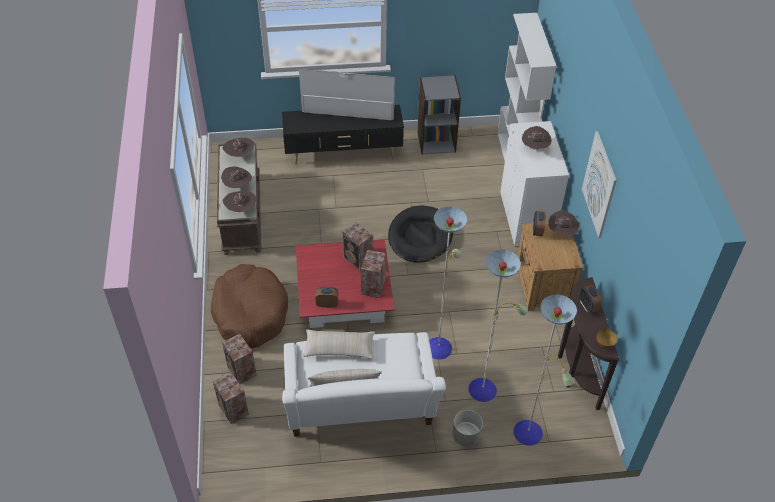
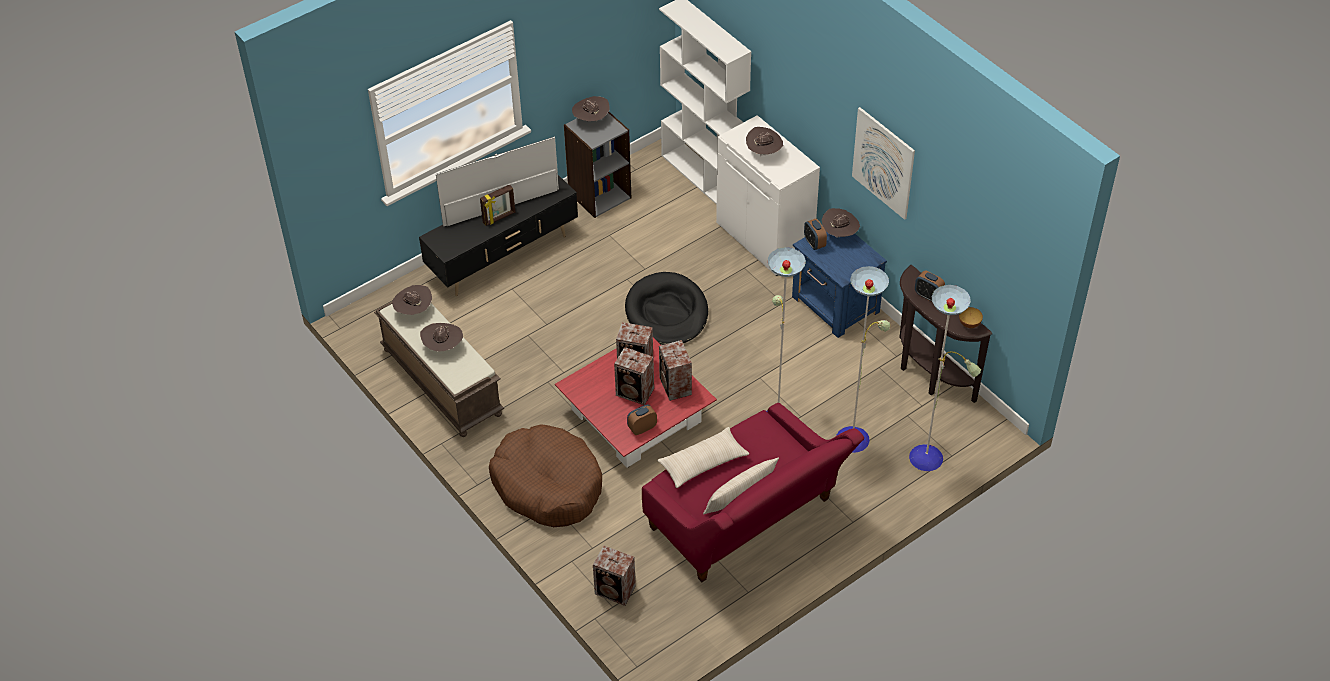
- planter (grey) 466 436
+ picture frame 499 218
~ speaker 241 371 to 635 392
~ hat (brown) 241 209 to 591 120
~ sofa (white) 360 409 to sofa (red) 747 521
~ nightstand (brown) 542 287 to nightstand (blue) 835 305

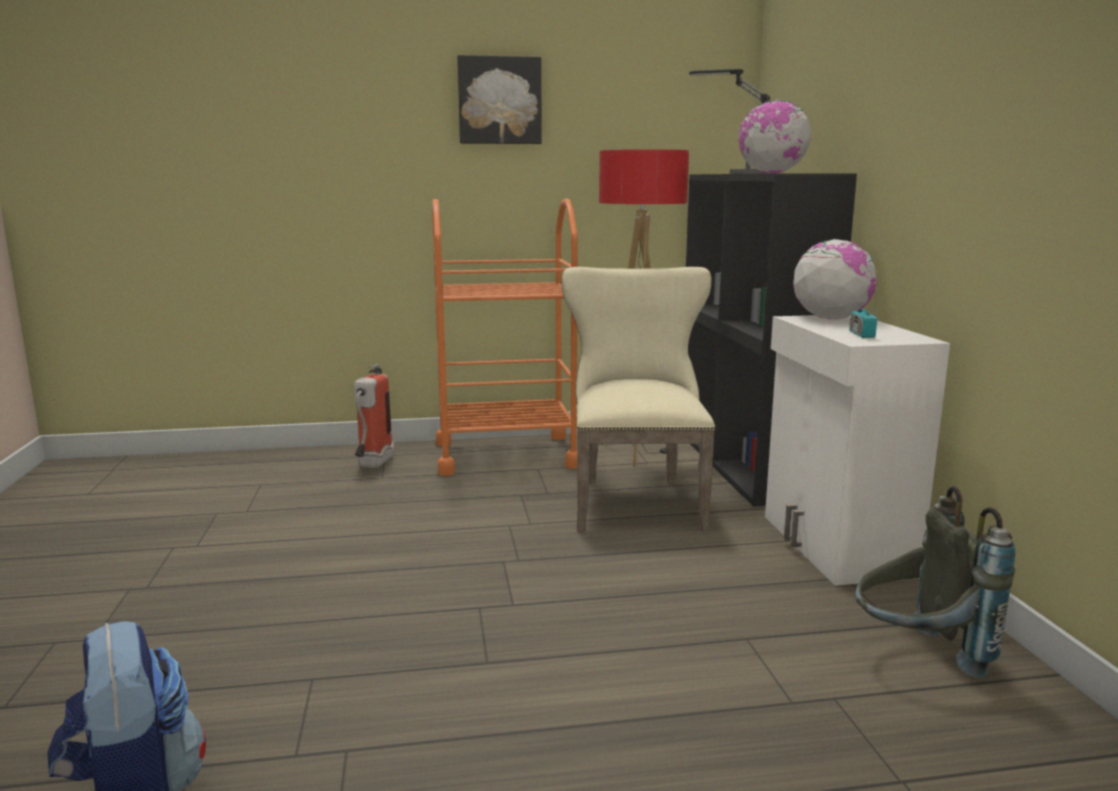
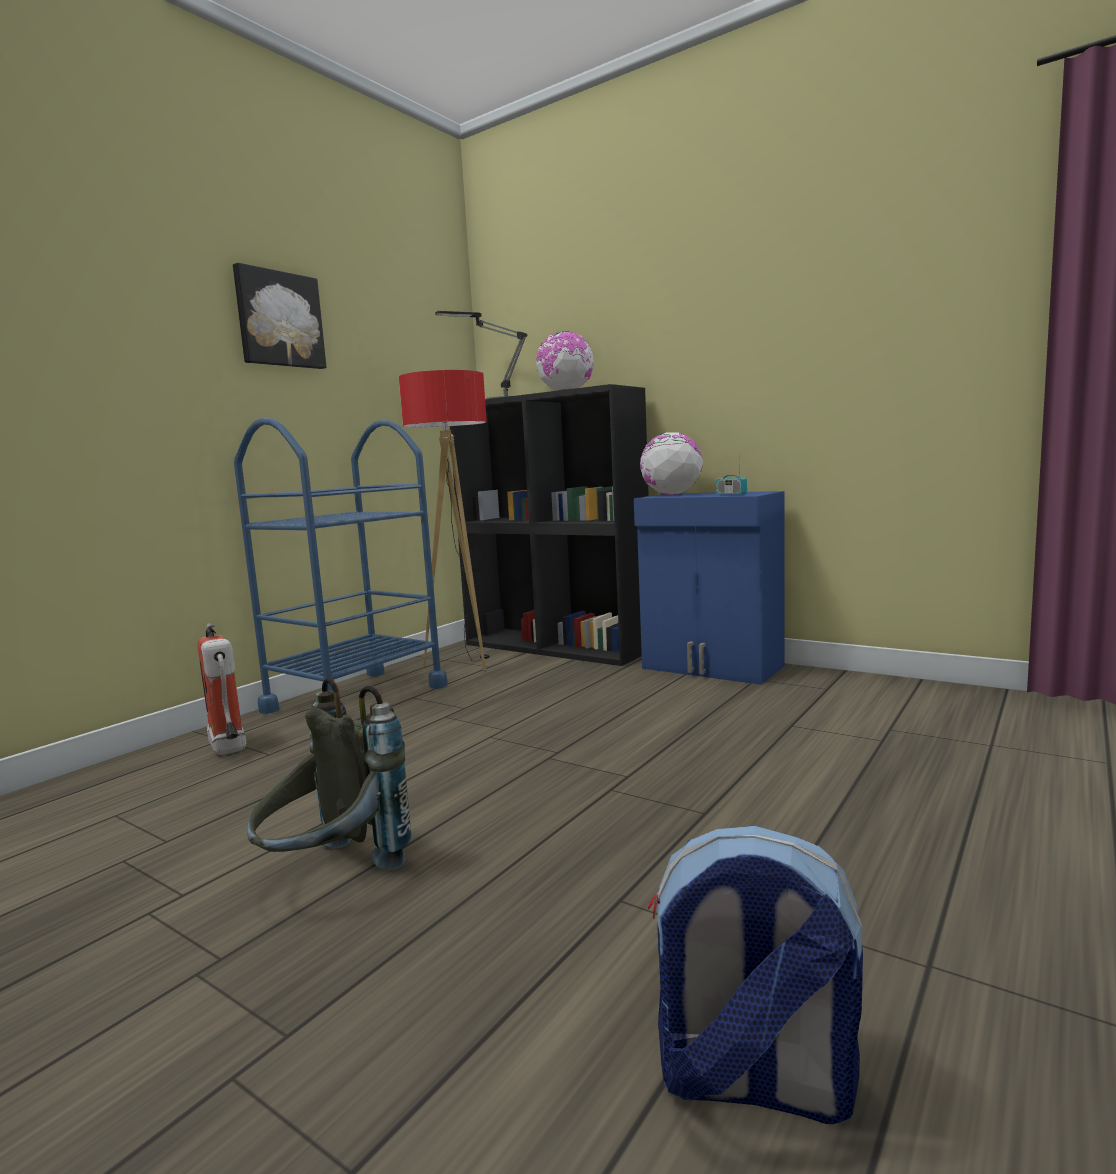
- chair (beige) 635 499
~ backpack (grey) 917 656 to 333 875
~ cart (orange) 506 454 to cart (blue) 356 698
~ cabinet (white) 834 545 to cabinet (blue) 712 668

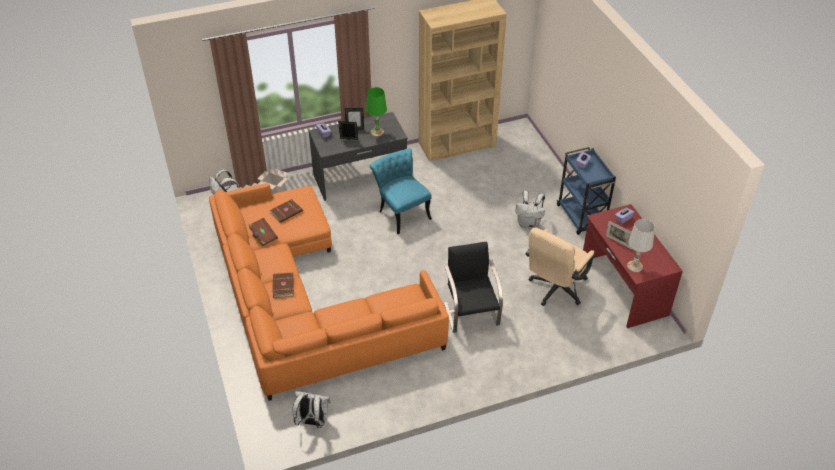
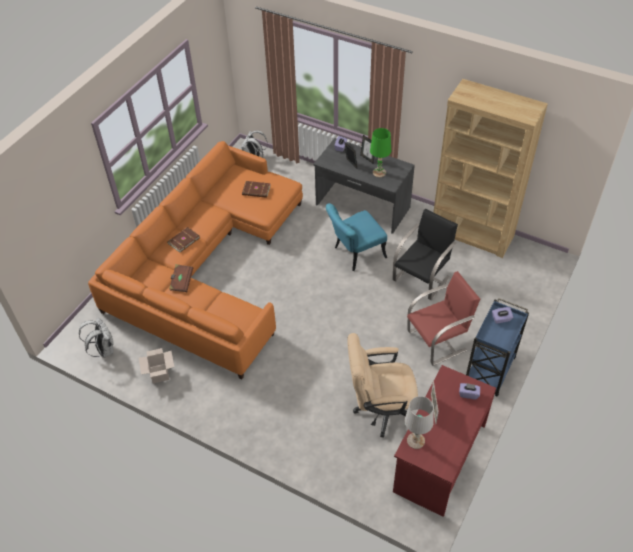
~ book (brown) 263 236 to 181 282
~ cardboard box 275 191 to 160 374
~ chair (black) 471 313 to 422 278
~ backpack (white) 529 223 to chair (red) 438 340
~ chair (turquoise) 401 212 = 355 254 135 degrees counterclockwise

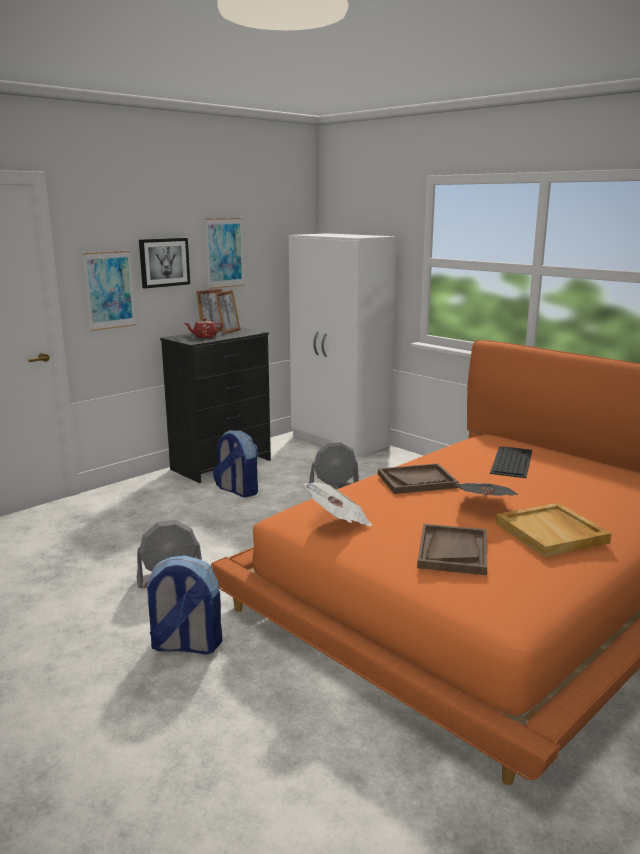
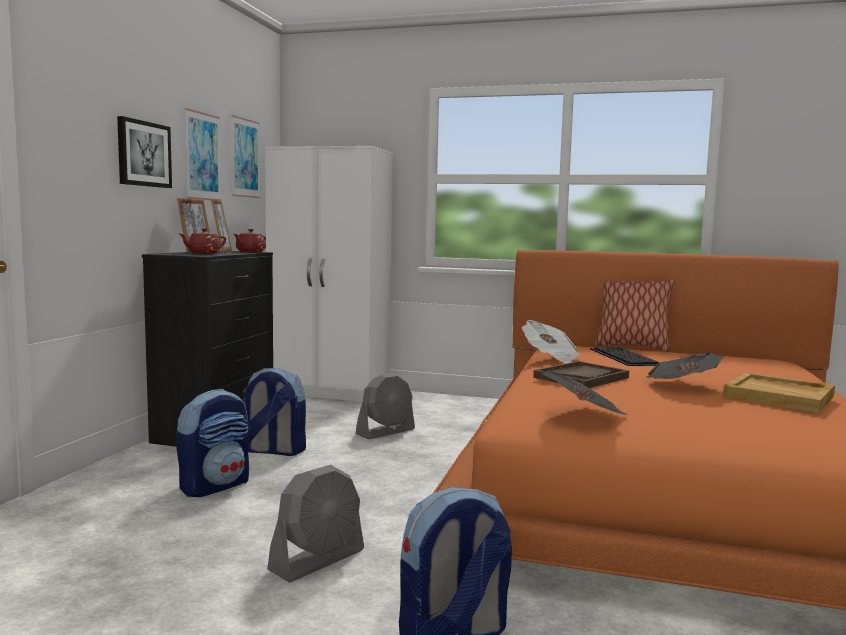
- tray (brown) 452 551
+ backpack 215 486
+ teapot (red) 250 252
+ newspaper 550 357
+ pillow 632 347
~ picture 109 290 to 245 158

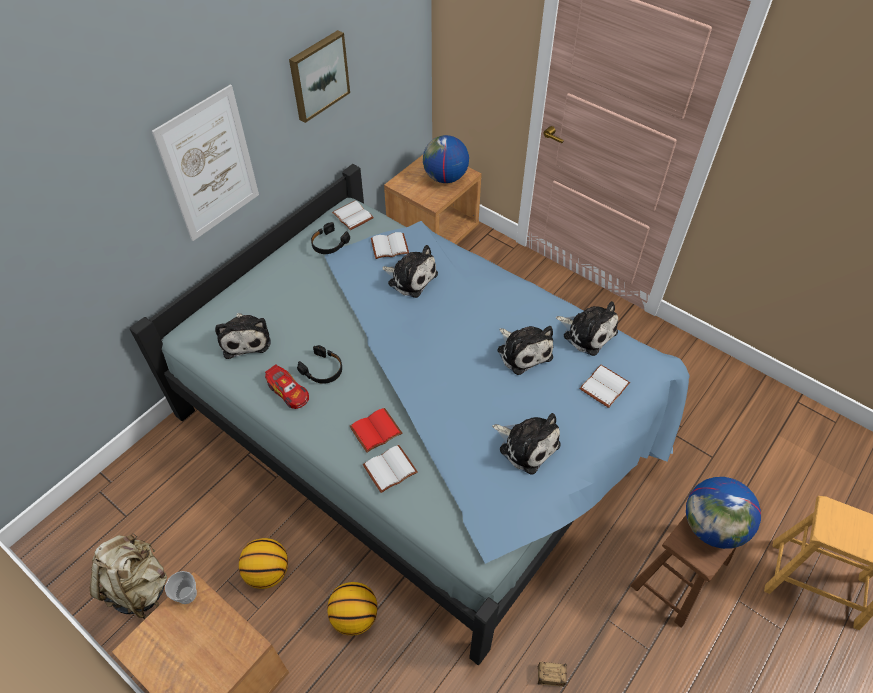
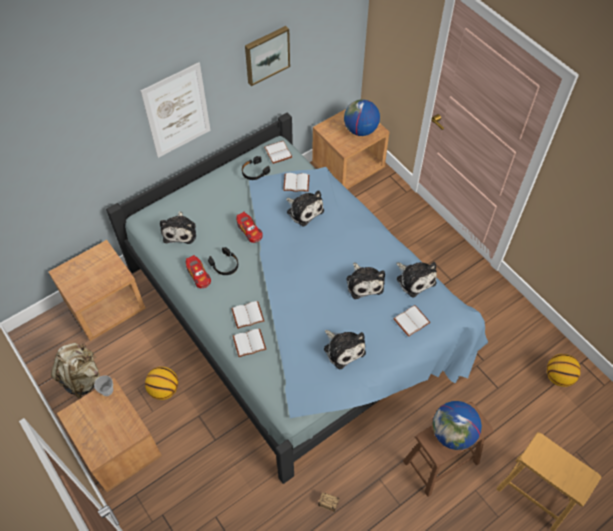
+ nightstand (brown) 106 306
+ toy car 249 230
~ basketball 354 616 to 558 376
~ book (red) 375 432 to book (white) 247 316

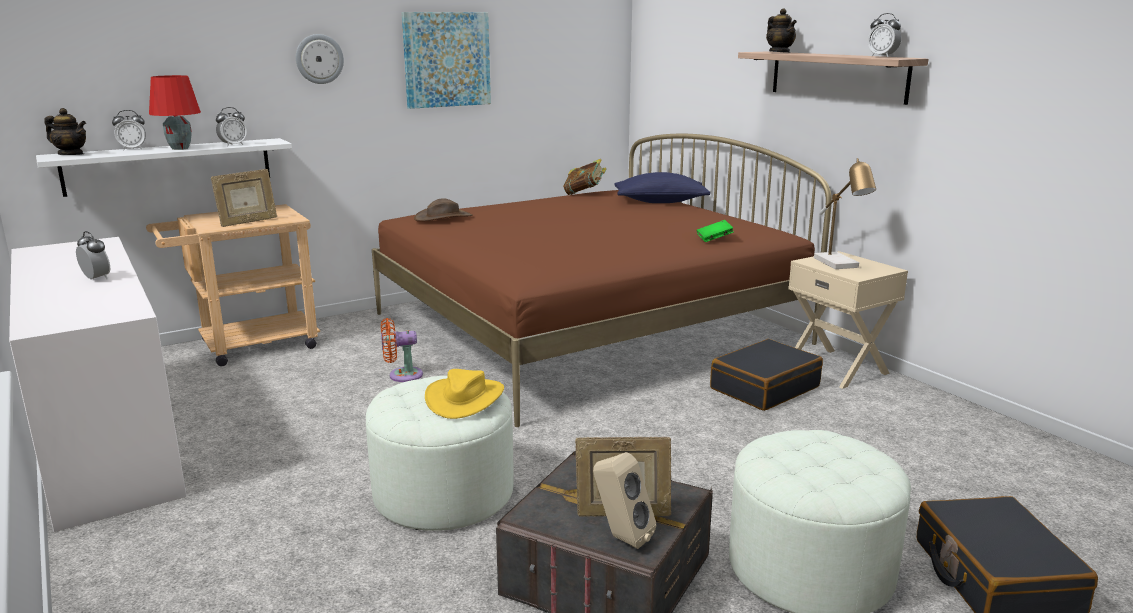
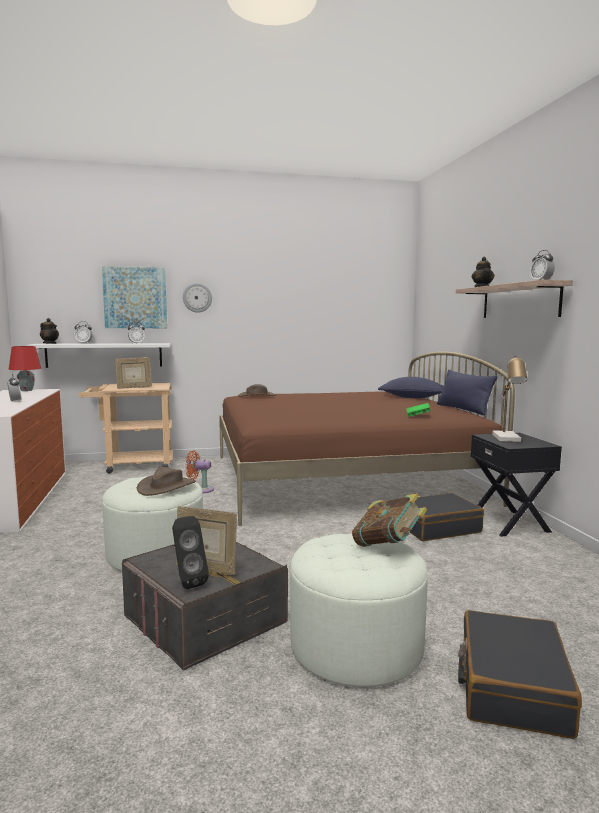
+ pillow (blue) 463 409
~ table lamp (red) 180 148 to 27 390
~ picture 446 59 to 135 298
~ book 584 193 to 388 546
~ hat (yellow) 464 398 to hat (brown) 166 487
~ speaker (beige) 621 538 to speaker (black) 187 582
~ nightstand (beige) 837 368 to nightstand (black) 510 523

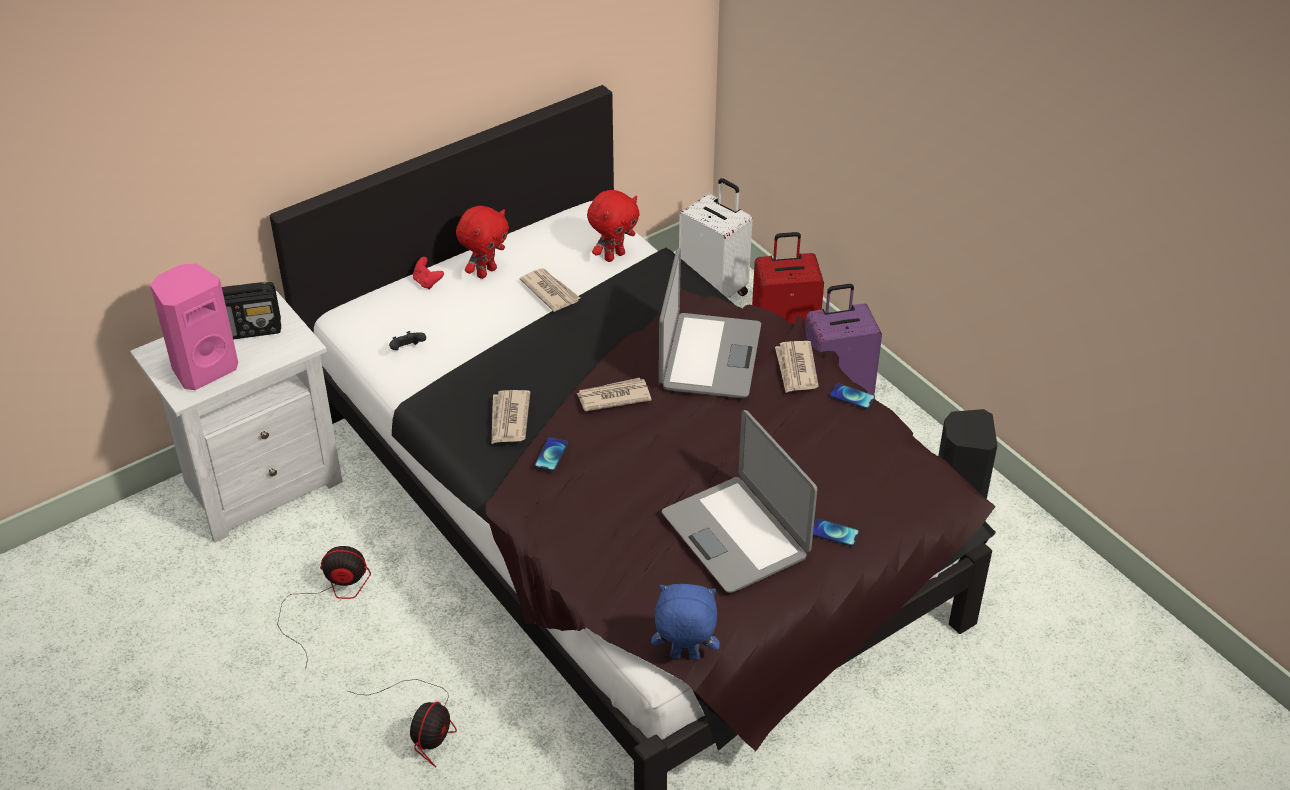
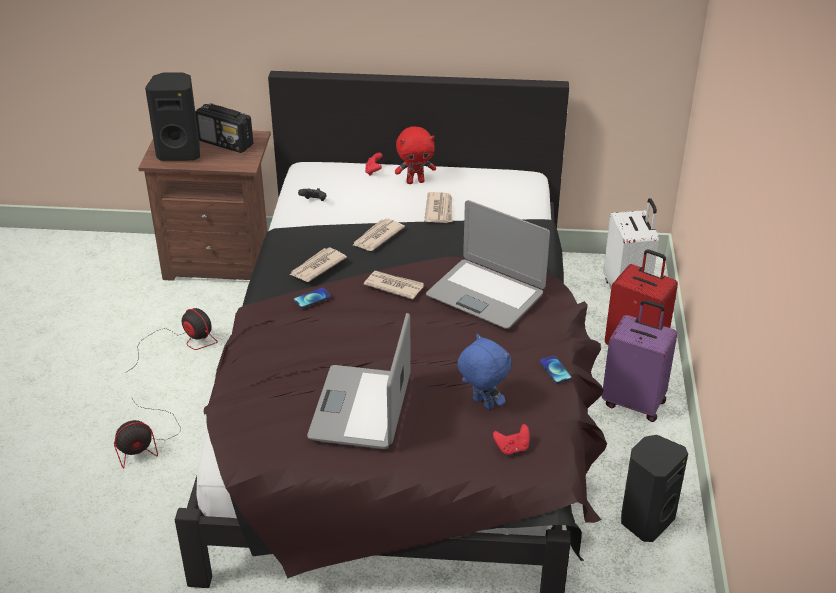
- plush toy (red) 614 256
- phone 834 533
+ game controller (red) 512 448
~ plush toy (blue) 684 657 to 481 403
~ newspaper 796 369 to 377 237
~ nightstand (white) 259 483 to nightstand (brown) 221 261
~ speaker (pink) 203 368 to speaker (black) 180 152
~ laptop 709 357 = 486 294 75 degrees clockwise

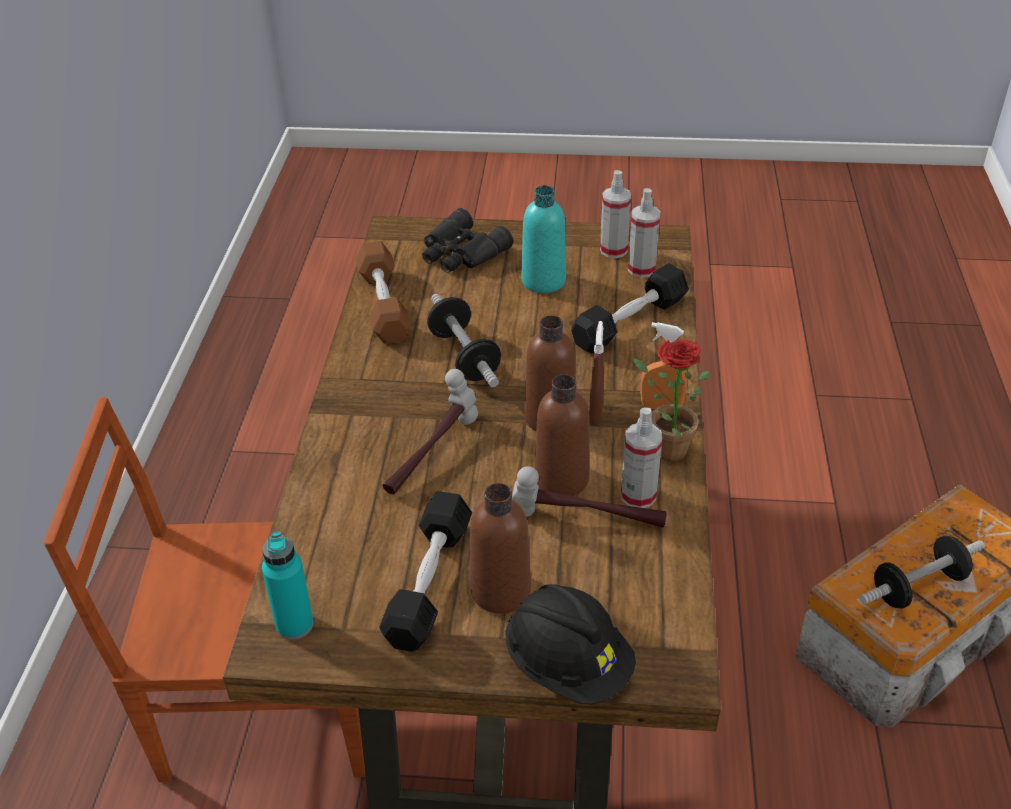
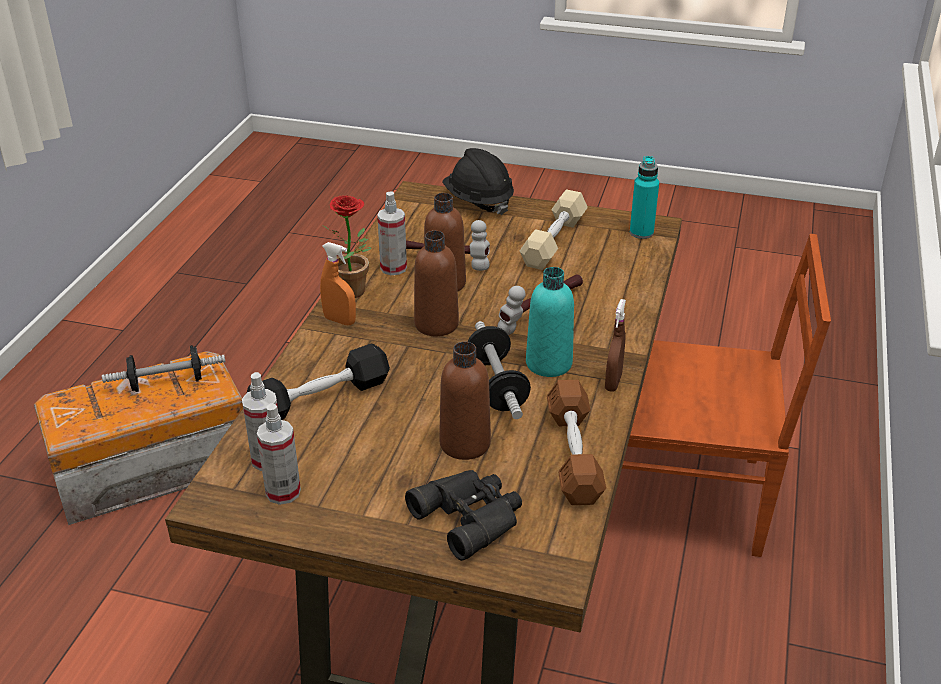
~ bottle (brown) 500 591 to 465 443
~ bottle (turquoise) 543 281 to 549 363
~ spray bottle (brown) 595 413 to 613 382
~ dumbbell (black) 429 583 to dumbbell (beige) 554 241

